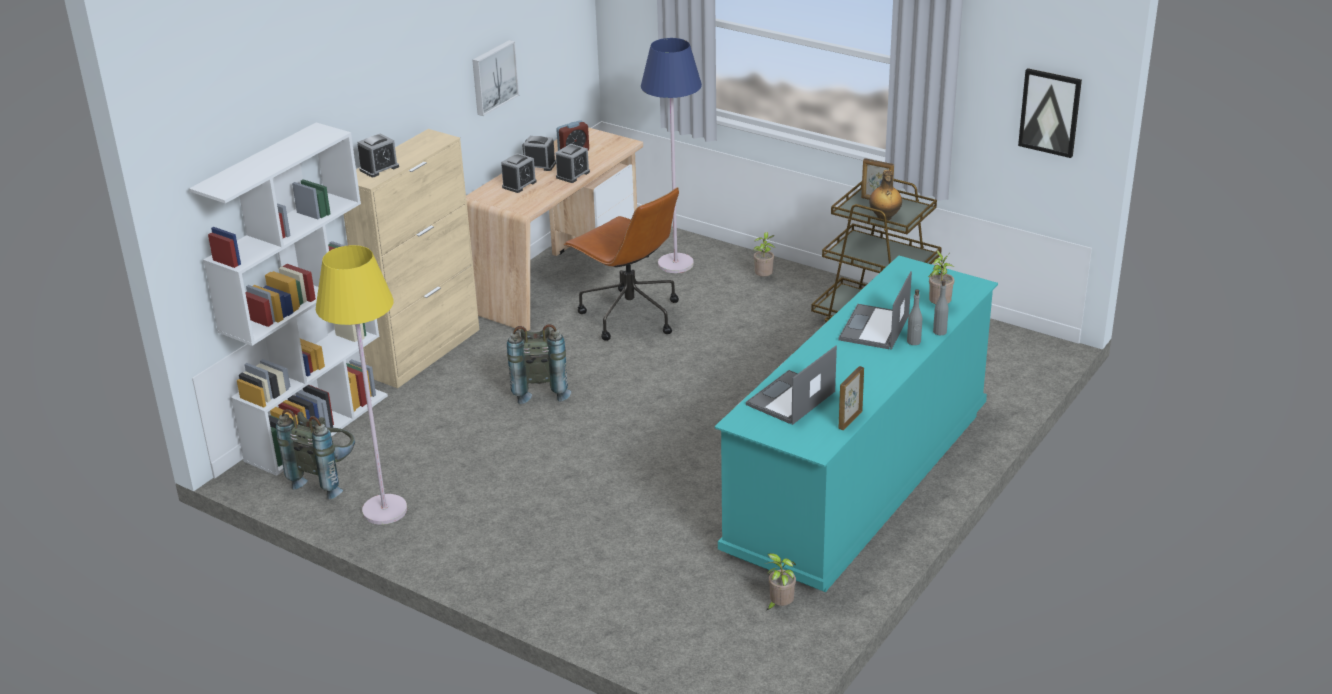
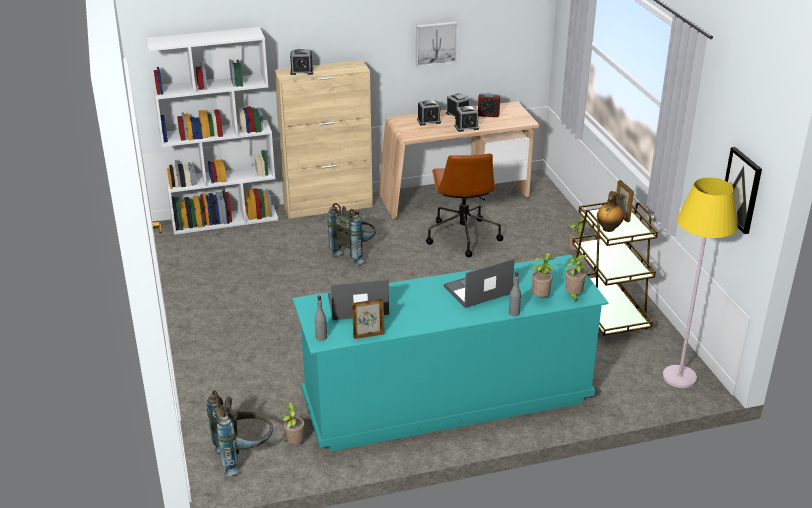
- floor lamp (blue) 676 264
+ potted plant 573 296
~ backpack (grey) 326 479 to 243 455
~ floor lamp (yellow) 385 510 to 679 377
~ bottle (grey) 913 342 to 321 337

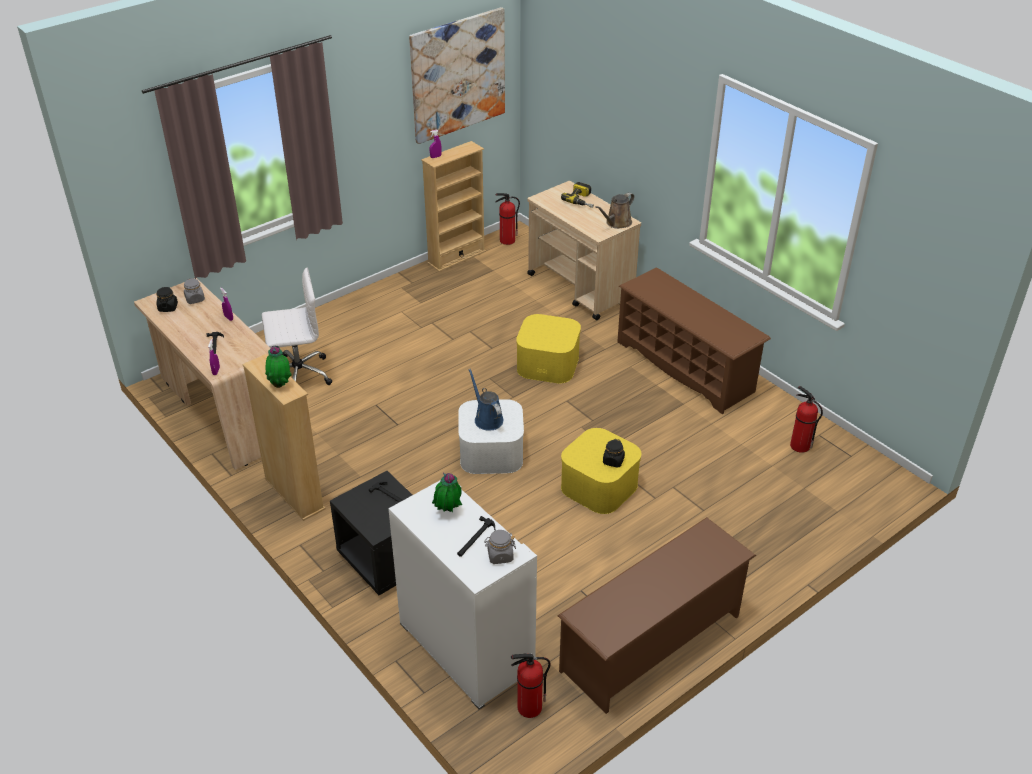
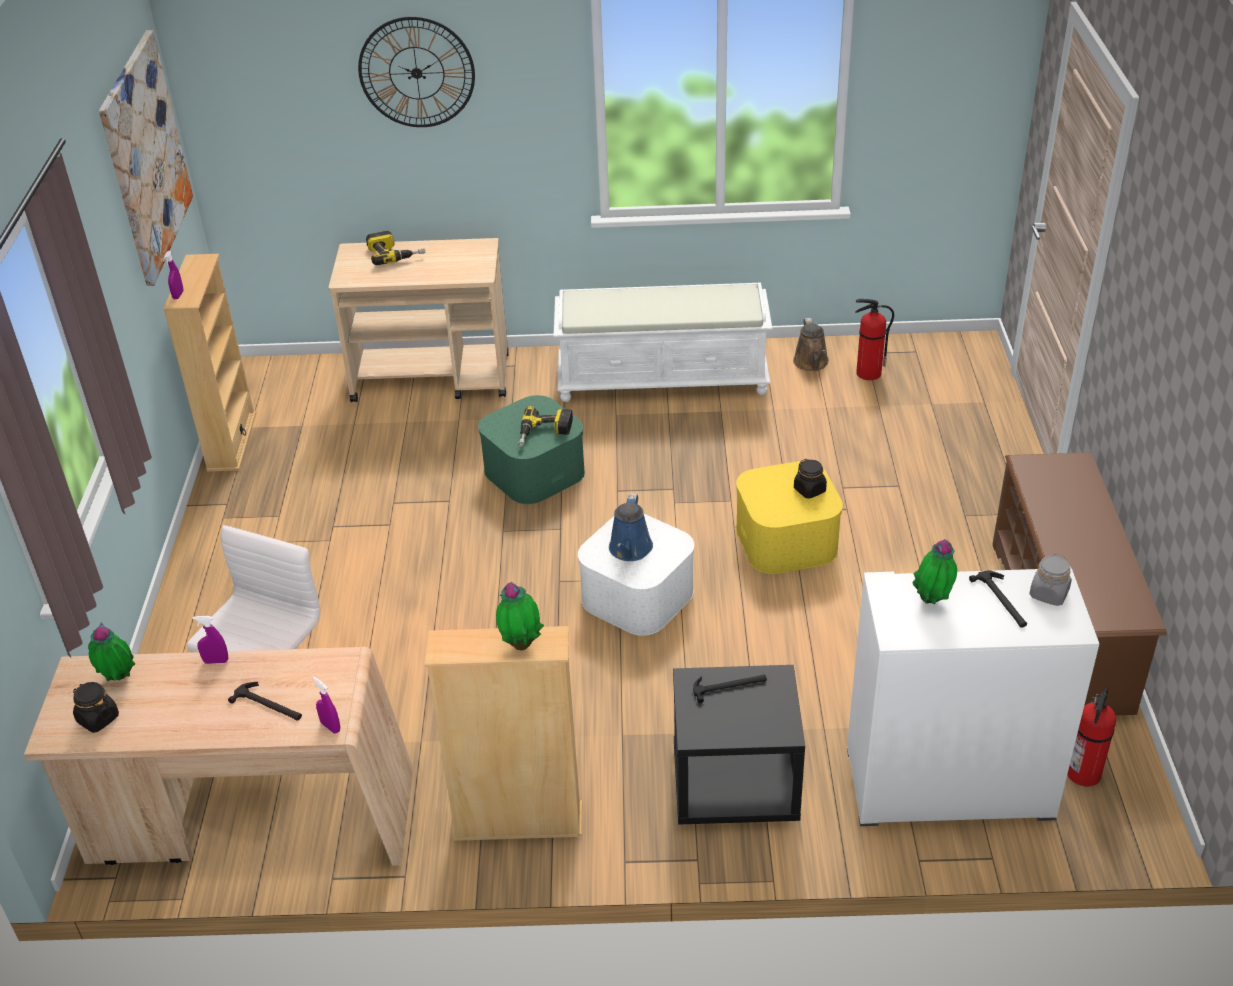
- fire extinguisher 507 241
+ wall clock 416 72
+ power drill 544 434
~ watering can (brown) 617 223 to 812 363
~ jar (grey) 195 299 to potted plant 118 679
~ shoe rack (brown) 685 367 to bench (white) 664 378
~ storage box (yellow) 548 363 to storage box (green) 534 471
~ watering can (blue) 487 418 = 630 550 90 degrees counterclockwise

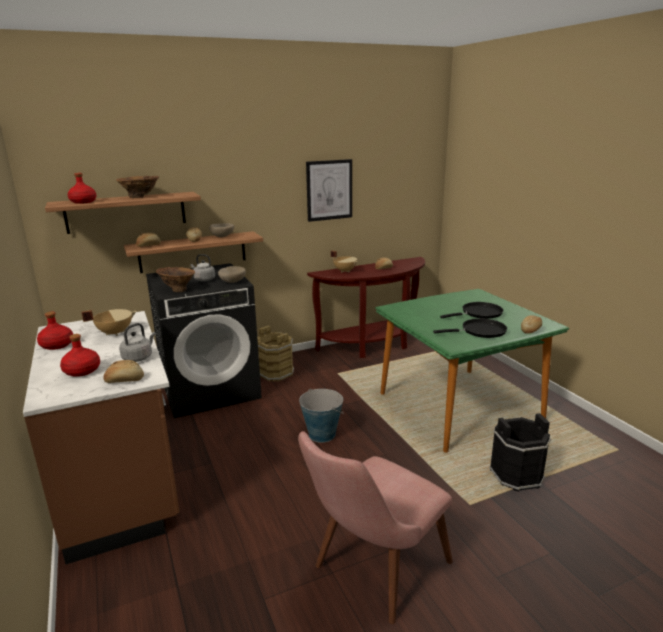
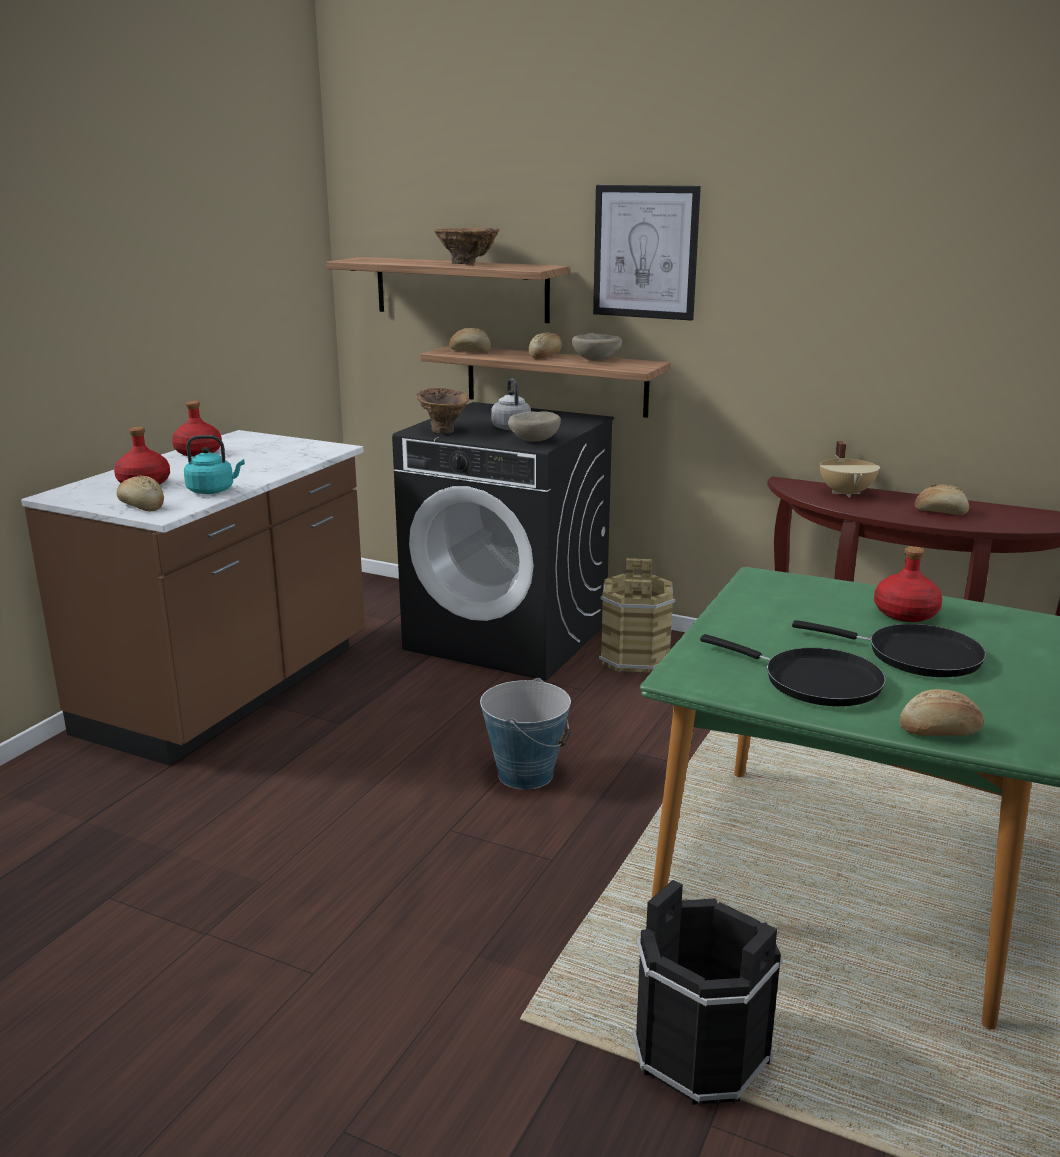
- cooking pot (beige) 114 332
- chair (pink) 372 573
~ bottle (red) 83 202 to 905 613
~ picture 329 190 to 645 252
~ kettle (grey) 138 357 to kettle (turquoise) 213 491

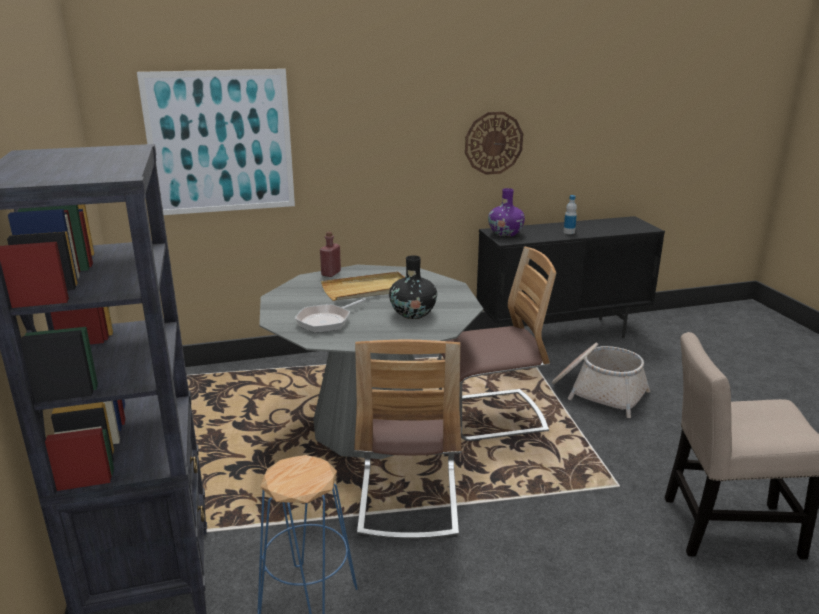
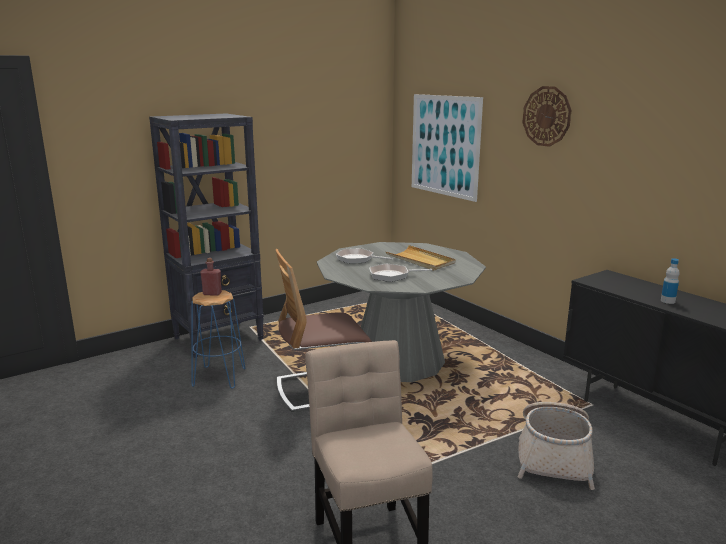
- chair 491 416
- vase (purple) 505 234
~ bottle (red) 331 273 to 212 293
~ wall clock 493 143 to 546 116
~ vase (black) 413 314 to frying pan 392 276

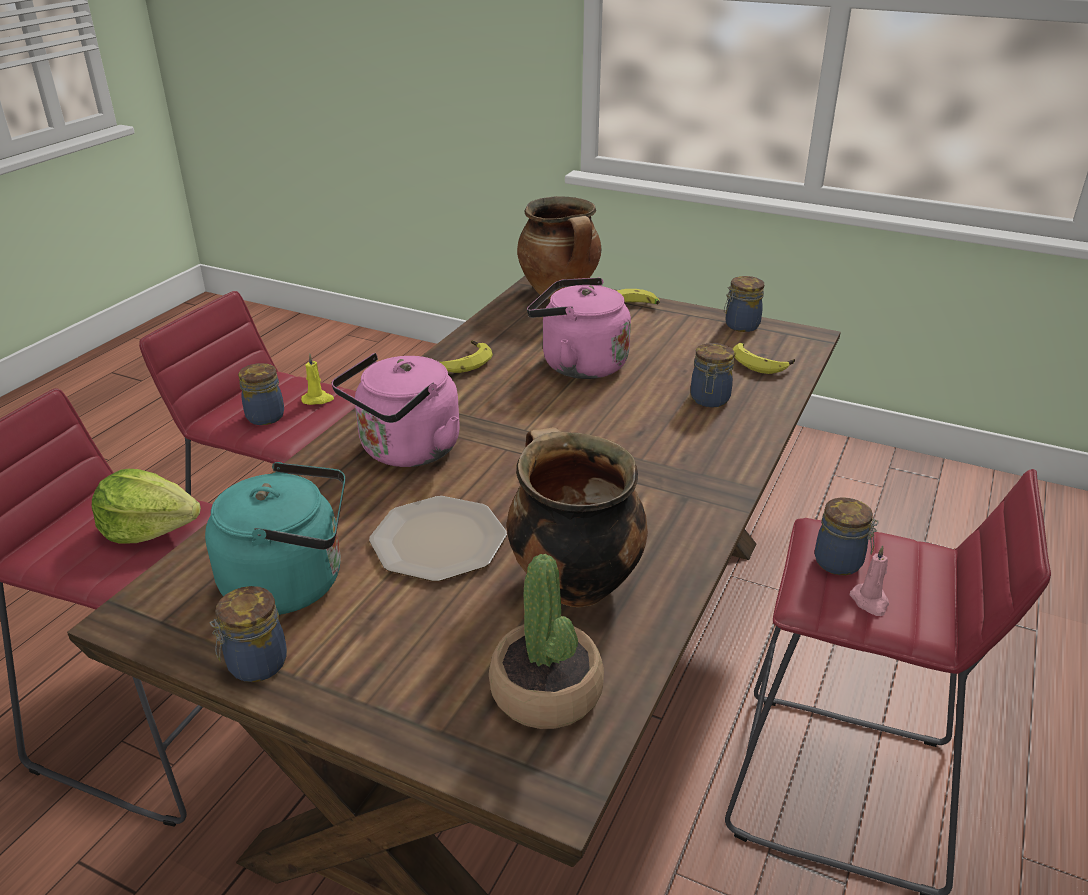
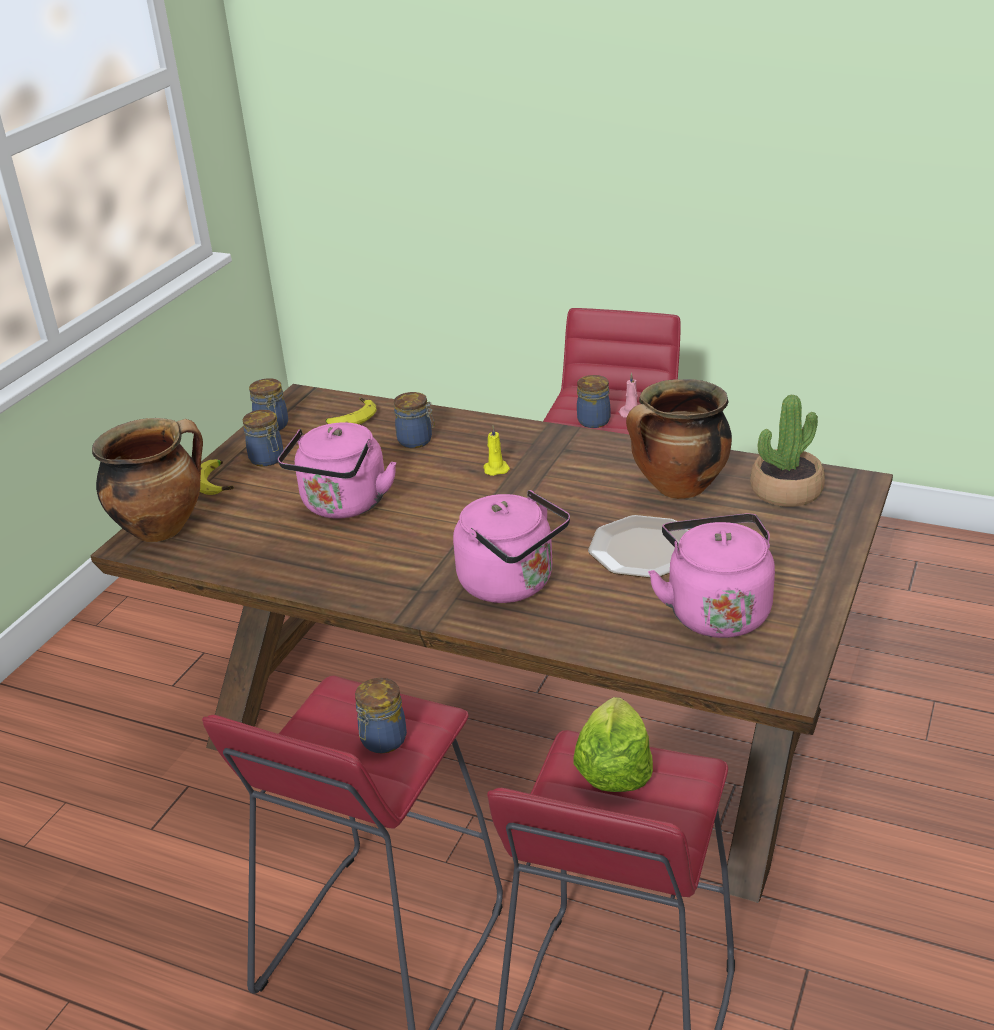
- banana 463 363
~ jar 255 665 to 267 459
~ candle (yellow) 318 399 to 495 469
~ kettle (turquoise) 292 582 to kettle (pink) 716 610

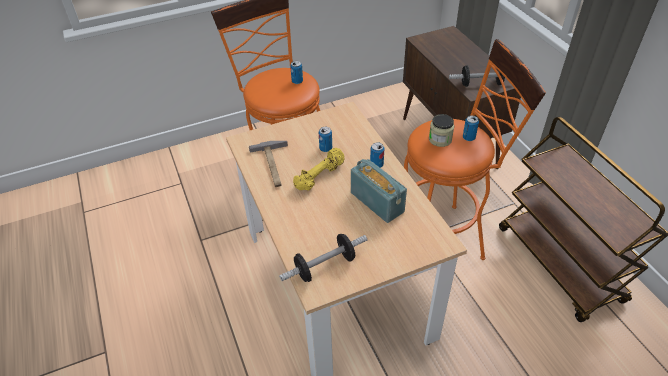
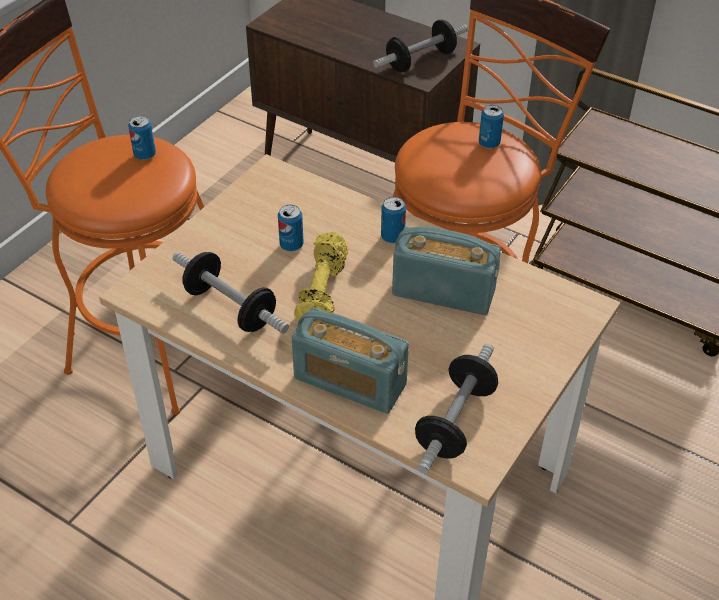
- jar 440 139
+ radio 350 381
~ hammer 273 166 to dumbbell 230 308

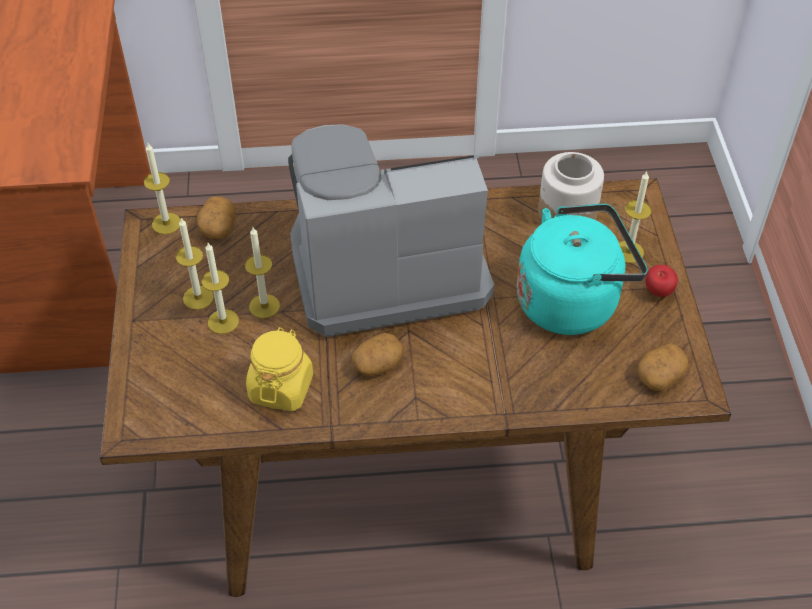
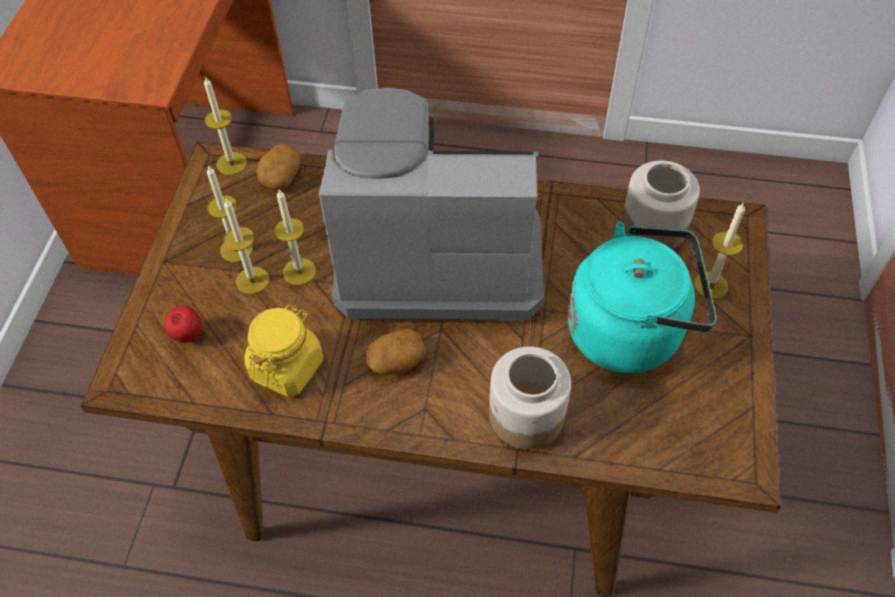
- potato 659 375
+ jar 526 416
~ apple 657 293 to 188 335

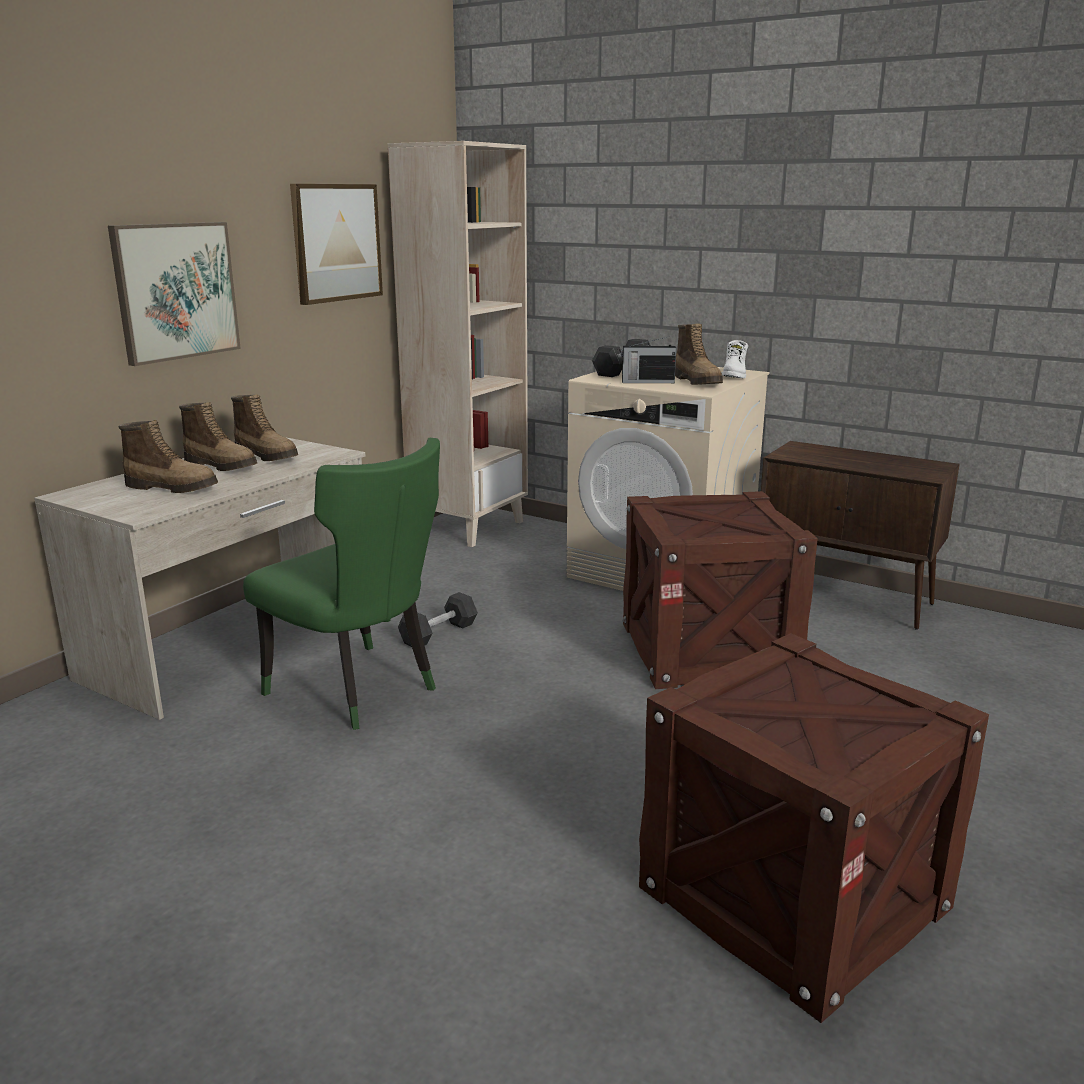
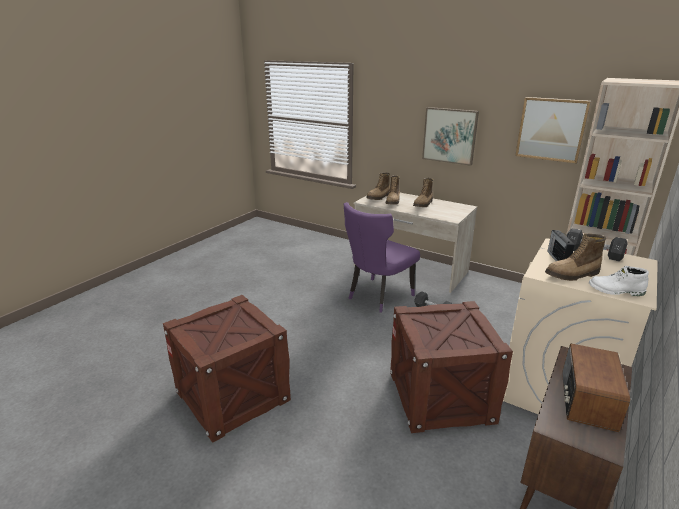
+ radio 586 401
~ boot 268 456 to 379 197
~ chair (green) 359 690 to chair (purple) 377 296

